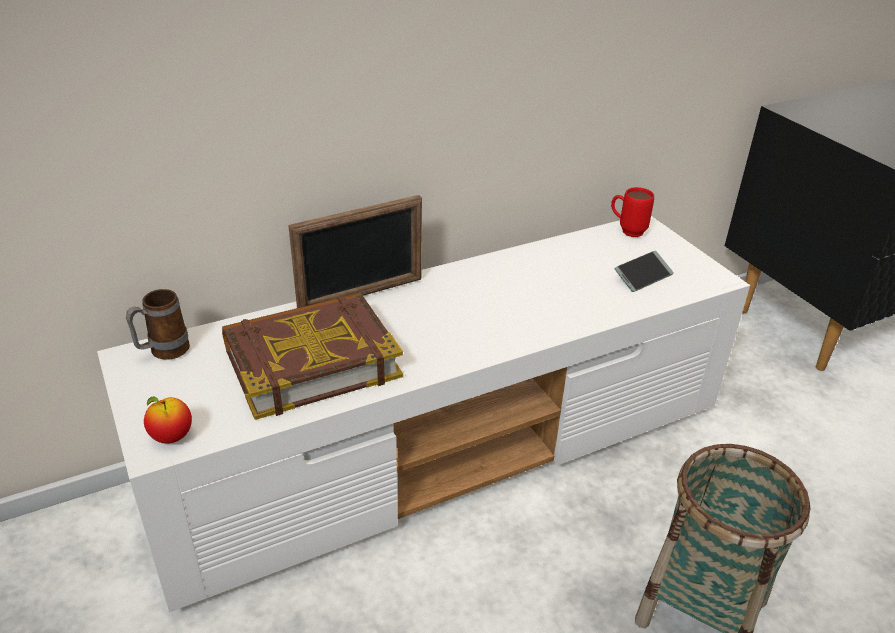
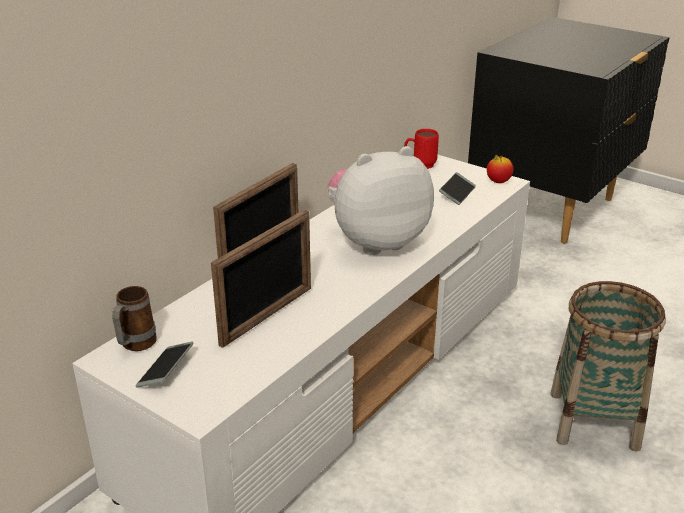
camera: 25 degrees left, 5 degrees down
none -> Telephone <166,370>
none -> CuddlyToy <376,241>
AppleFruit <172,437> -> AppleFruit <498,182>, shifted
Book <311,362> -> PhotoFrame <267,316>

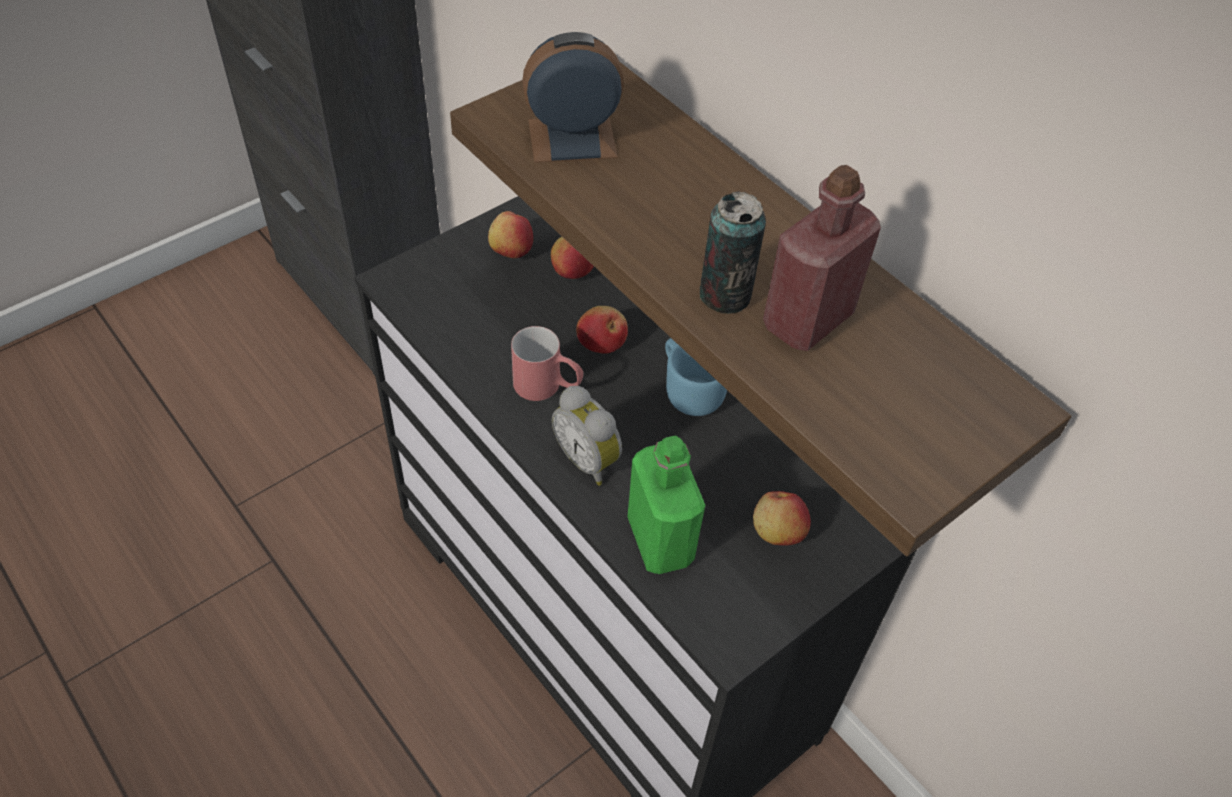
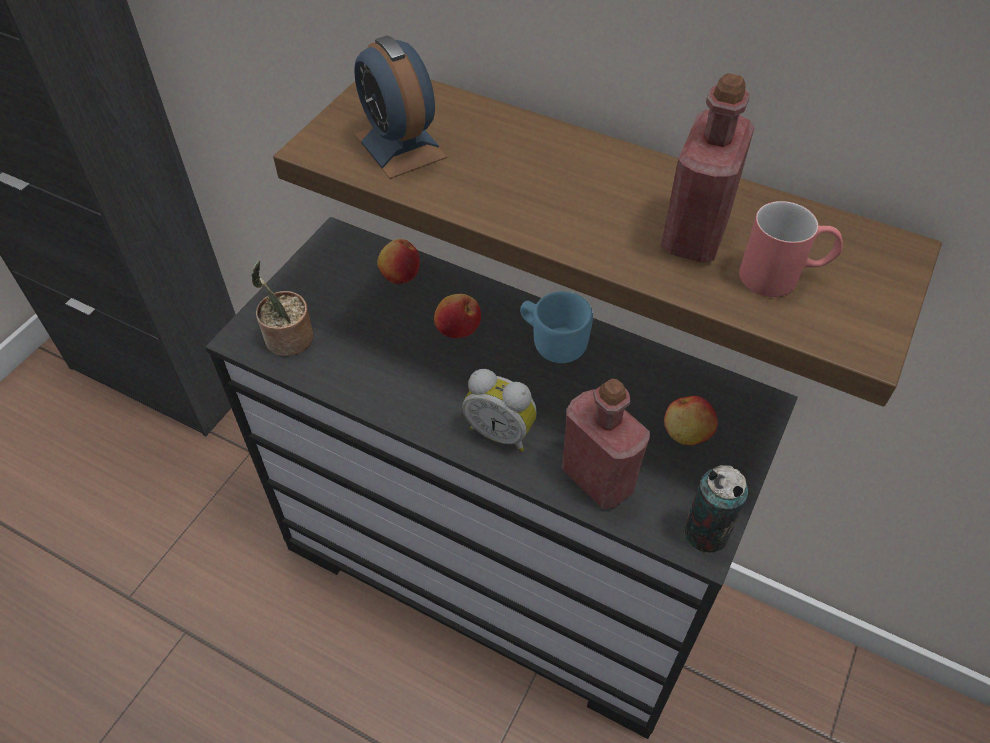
camera: 20 degrees left, 0 degrees up
AppleFruit <511,249> -> none
none -> PlantInAPot <288,341>
RedColouredMug <548,387> -> RedColouredMug <783,276>, shifted
SealedCan <725,295> -> SealedCan <706,533>, shifted
GreenBottle <660,540> -> RedColouredBottle <598,478>
BedsideClock <572,138> -> BedsideClock <400,146>, 90 degrees counterclockwise

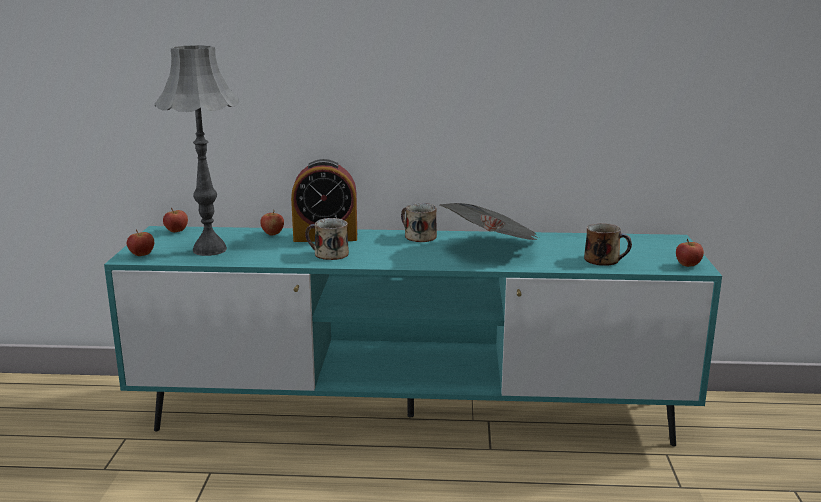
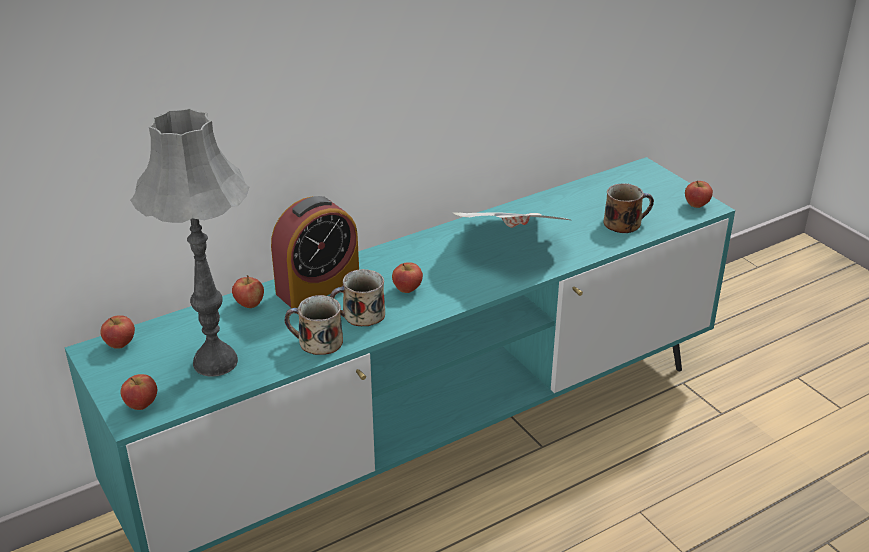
camera: 35 degrees left, 15 degrees up
none -> AppleFruit <407,289>
Mug <418,236> -> Mug <318,341>, shifted

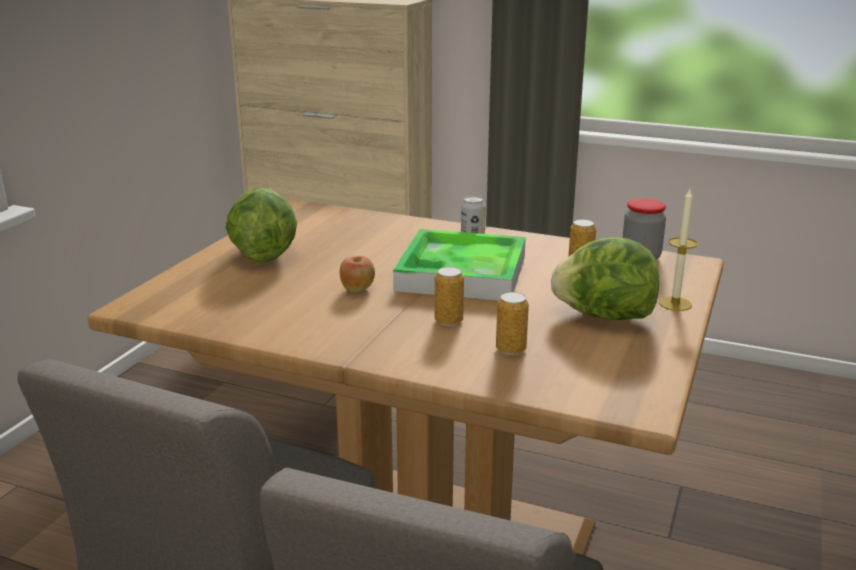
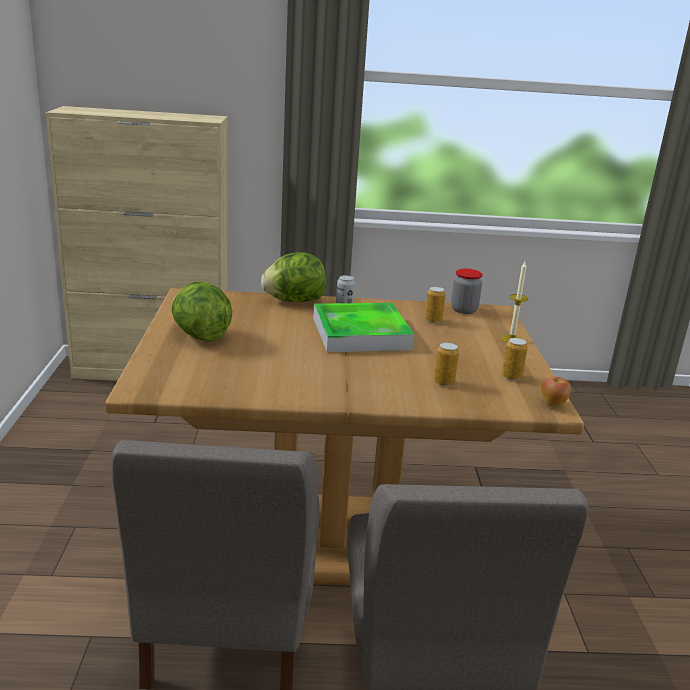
camera: 25 degrees left, 0 degrees up
AppleFruit <357,289> -> AppleFruit <553,405>, shifted
SealedCan <448,321> -> SealedCan <511,377>, shifted
LettuceHead <604,316> -> LettuceHead <294,301>, shifted

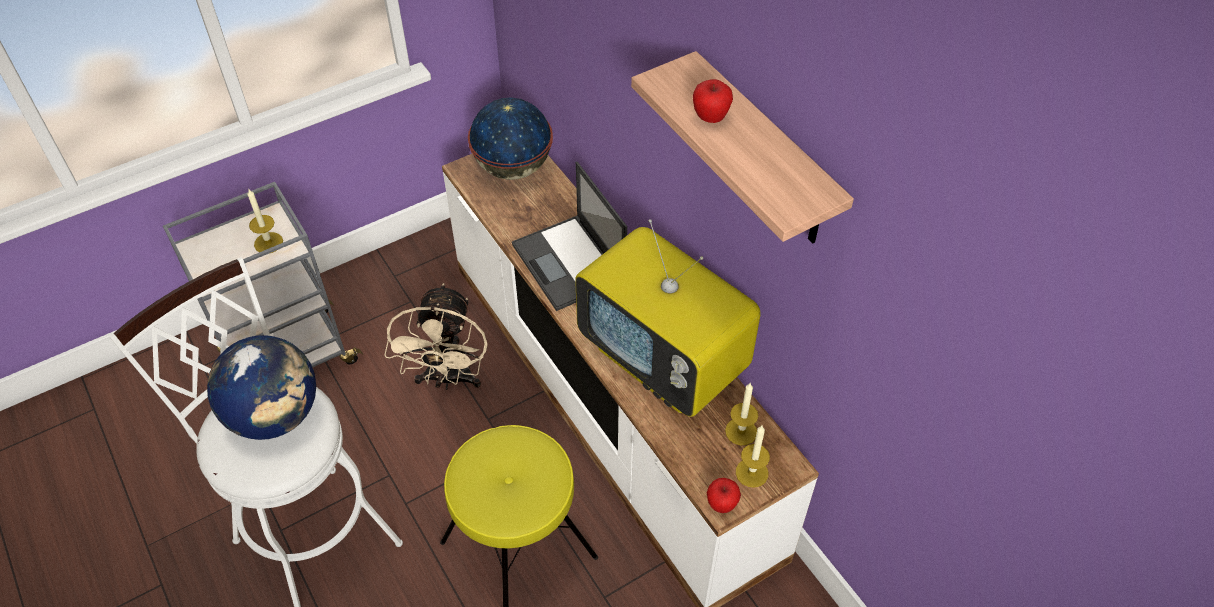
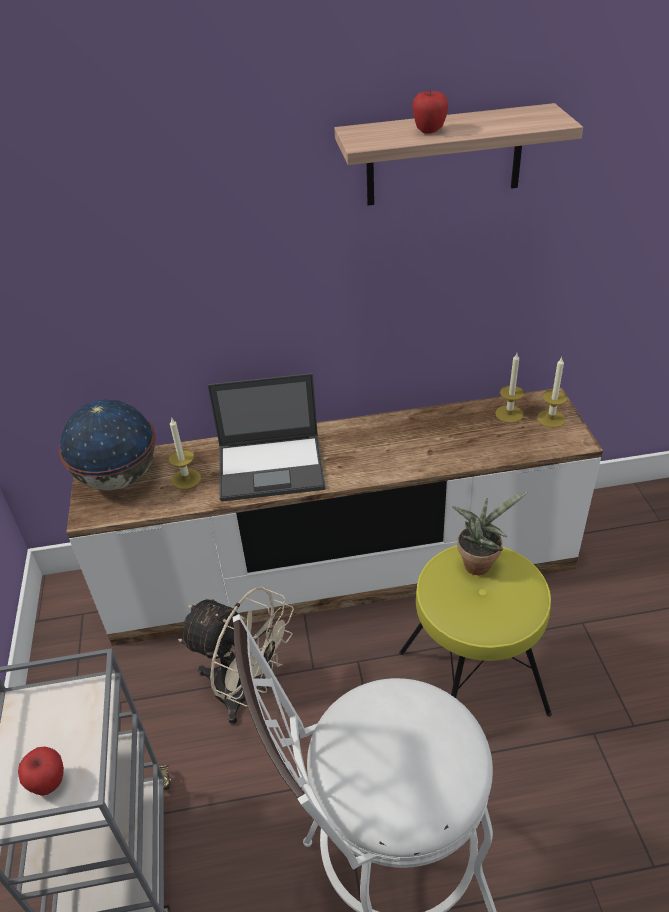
camera: 65 degrees left, 10 degrees down
DeskGlobe <275,415> -> none
Television <665,361> -> none
none -> PlantInAPot <479,562>
Candle <268,243> -> Candle <186,479>, shifted
AppleFruit <721,505> -> AppleFruit <49,783>, shifted

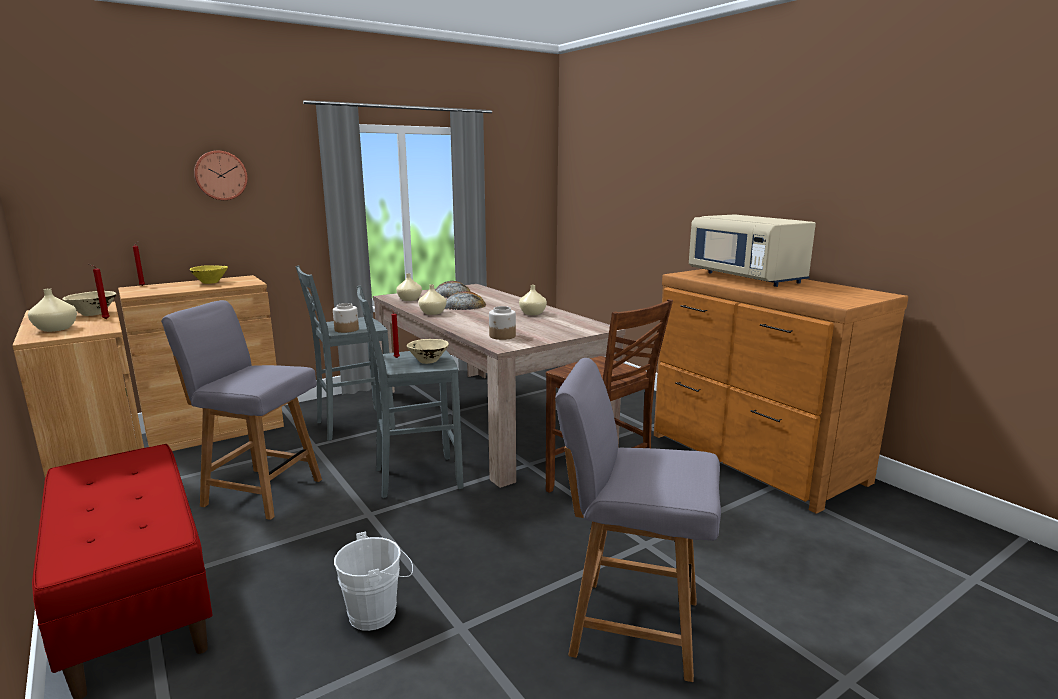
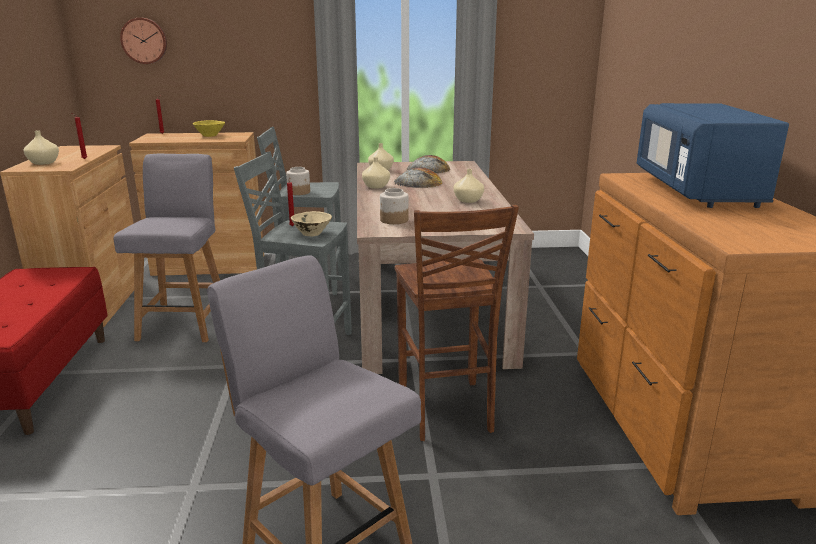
camera: 30 degrees right, 5 degrees up
BeigeColouredDeepDish <94,313> -> none
WhitishWaterBucket <378,613> -> none
ClockOnTheWall <220,175> -> ClockOnTheWall <144,41>, shifted
BeigeColouredMicrowaveOven <746,278> -> BluishMicrowaveOven <698,191>
GreyishChair <260,492> -> GreyishChair <185,324>, 45 degrees clockwise

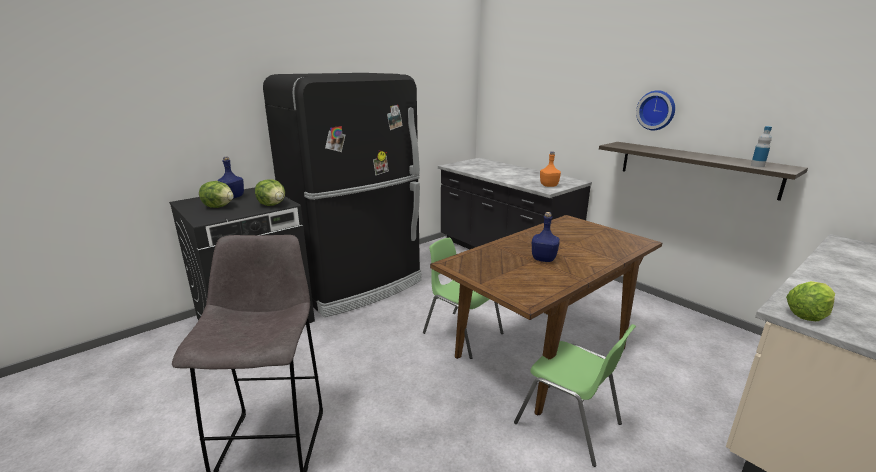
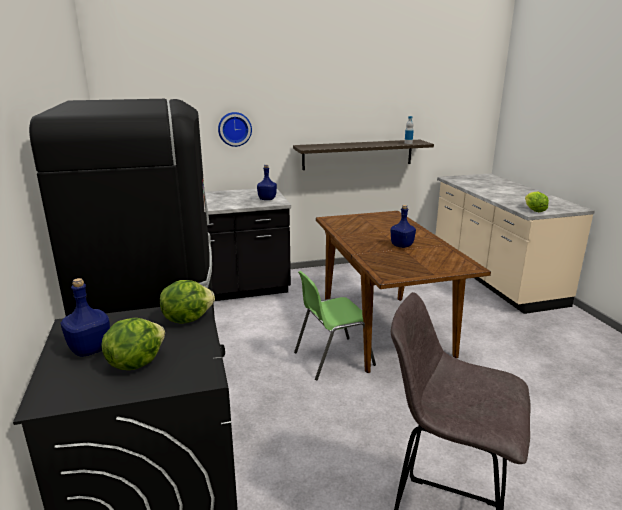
camera: 65 degrees left, 0 degrees up
GreenChair <569,424> -> none
ClockOnTheWall <656,110> -> ClockOnTheWall <234,129>, shifted
OrangeyBottle <549,186> -> BluishBottle <267,199>

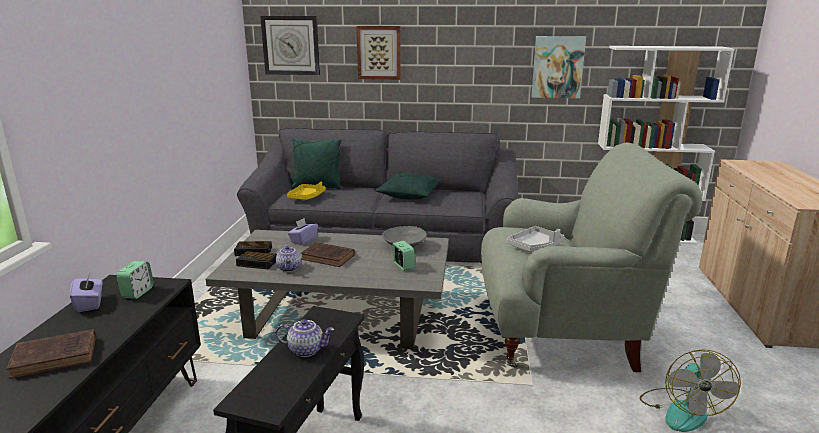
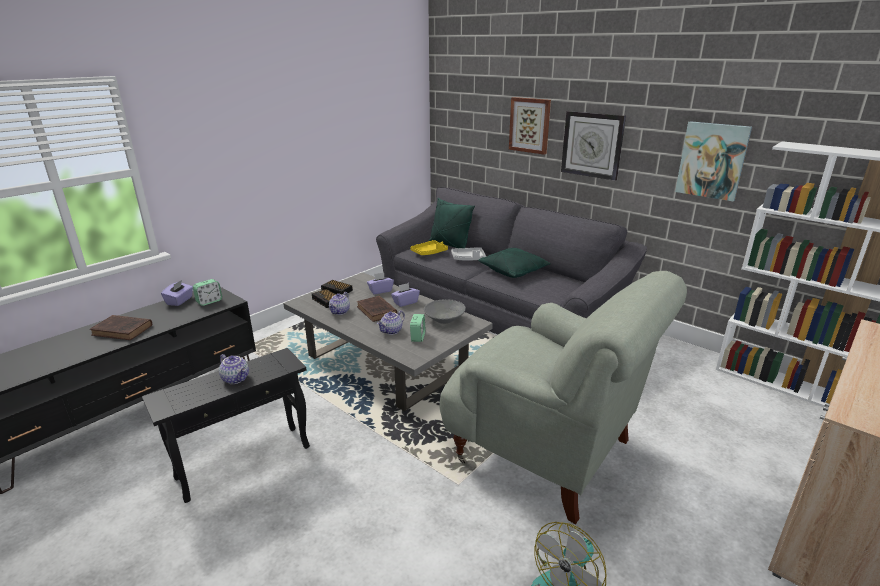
camera: 35 degrees right, 5 degrees up
none -> Teapot <391,331>
none -> PurplishBoxOfTissues <405,302>
ClockOnTheWall <291,45> -> ClockOnTheWall <592,145>, shifted
GreyishTray <535,246> -> GreyishTray <468,259>, shifted

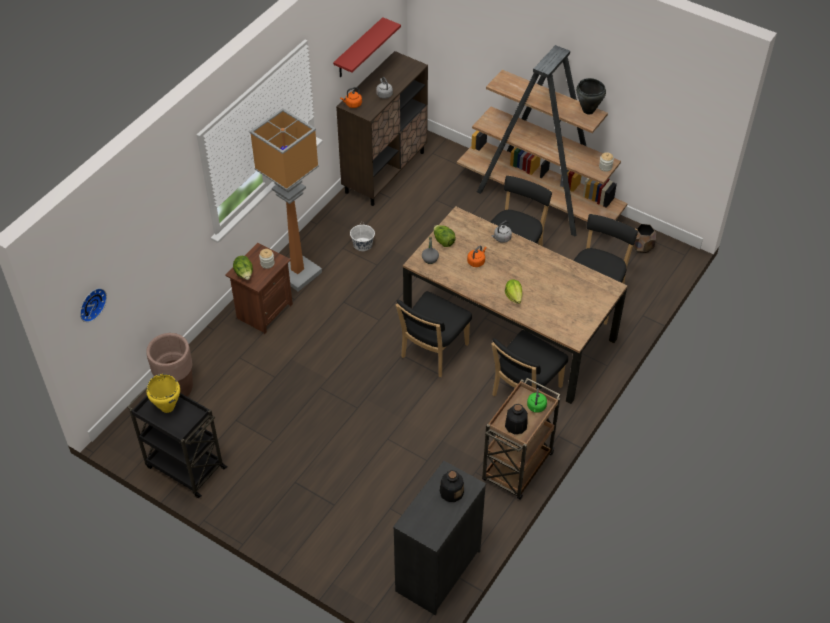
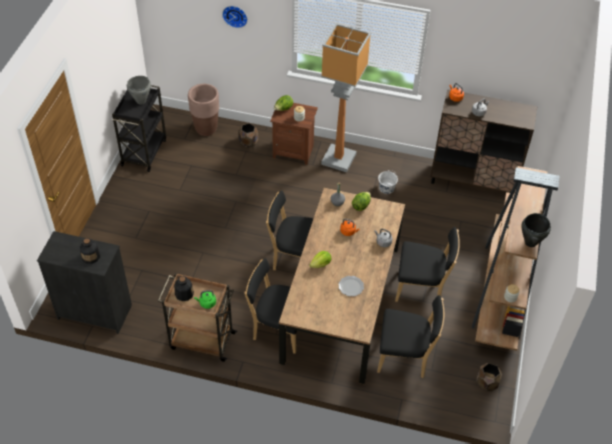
camera: 70 degrees right, 0 degrees up
RedColouredWallShelf <358,49> -> none
none -> BrownColouredFlowerPot <248,142>
none -> FlatDish <351,286>
ClockOnTheWall <91,303> -> ClockOnTheWall <235,15>, shifted
YellowishSaucepot <167,407> -> GreyishSaucepot <141,101>

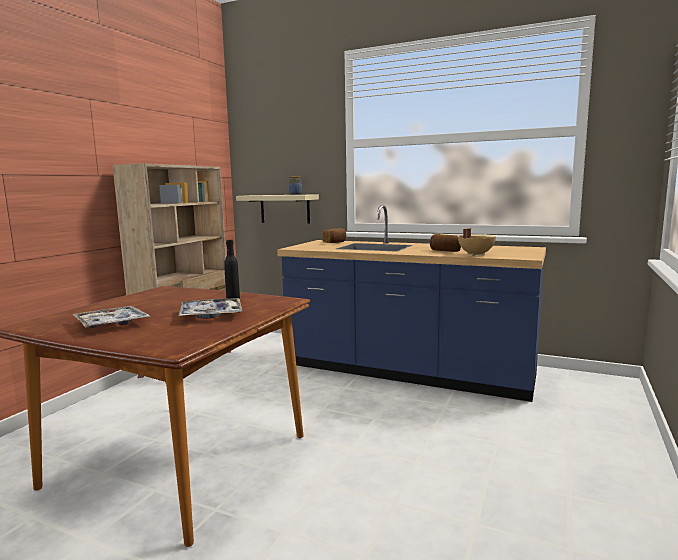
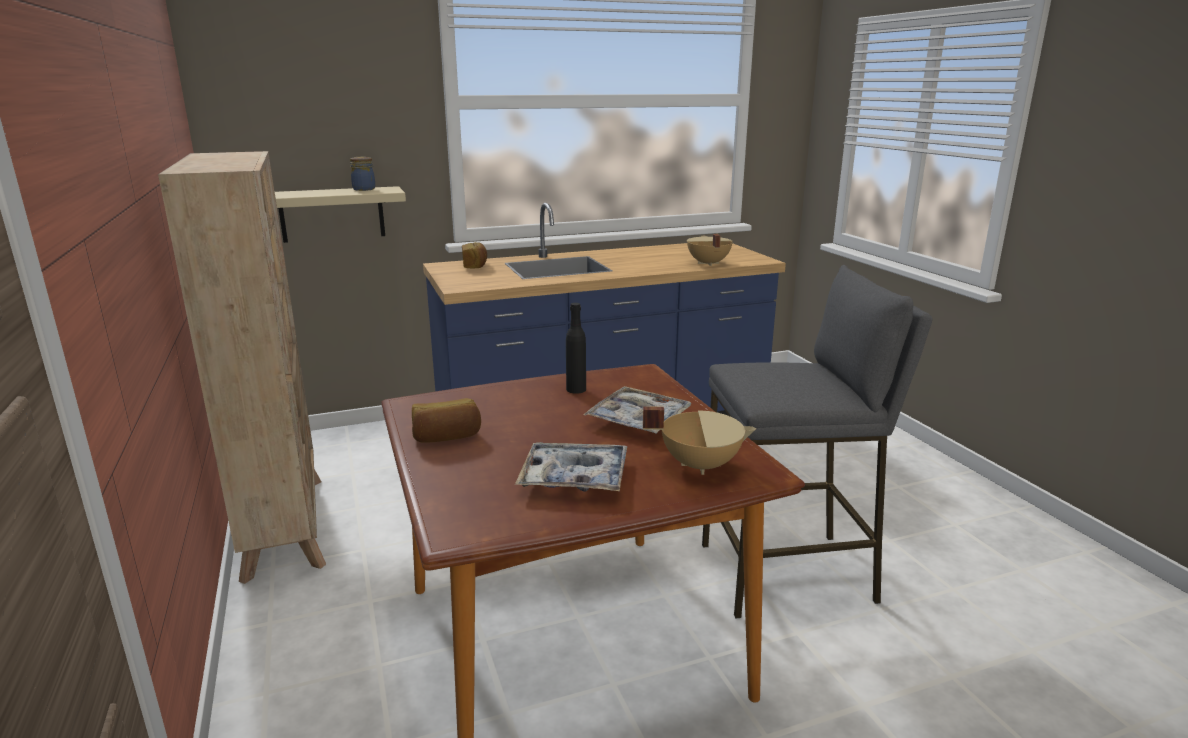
camera: 45 degrees left, 10 degrees up
none -> BeigeColouredSaucepot <699,464>
none -> GreyishStoolSeat <787,573>
BakeryBread <445,251> -> BakeryBread <446,437>, shifted

